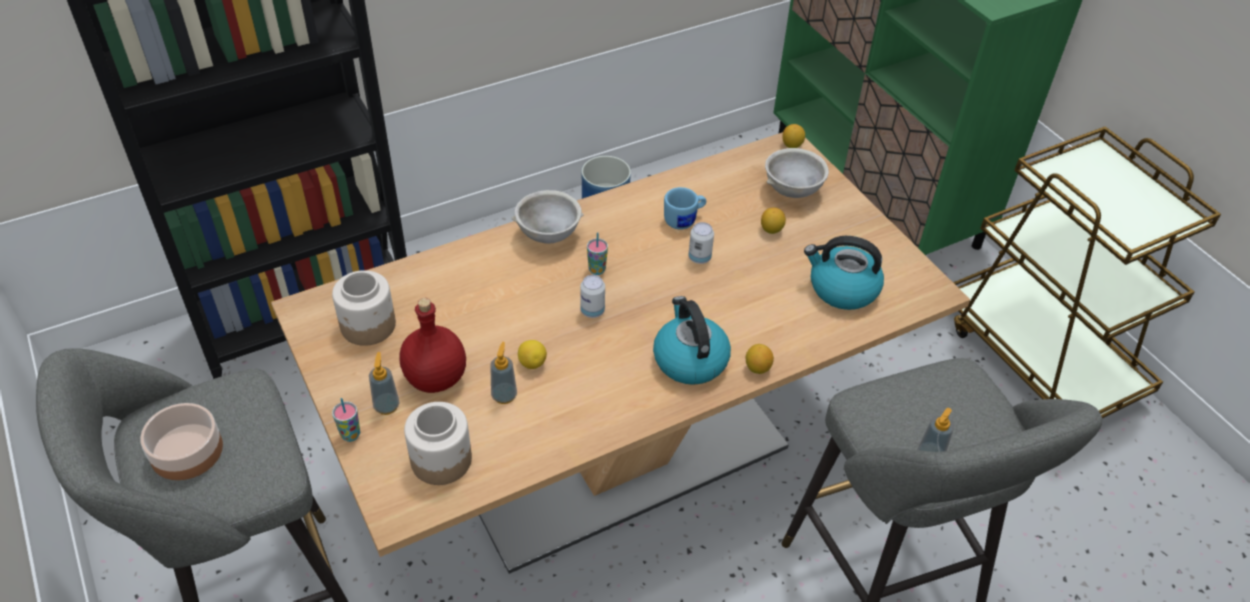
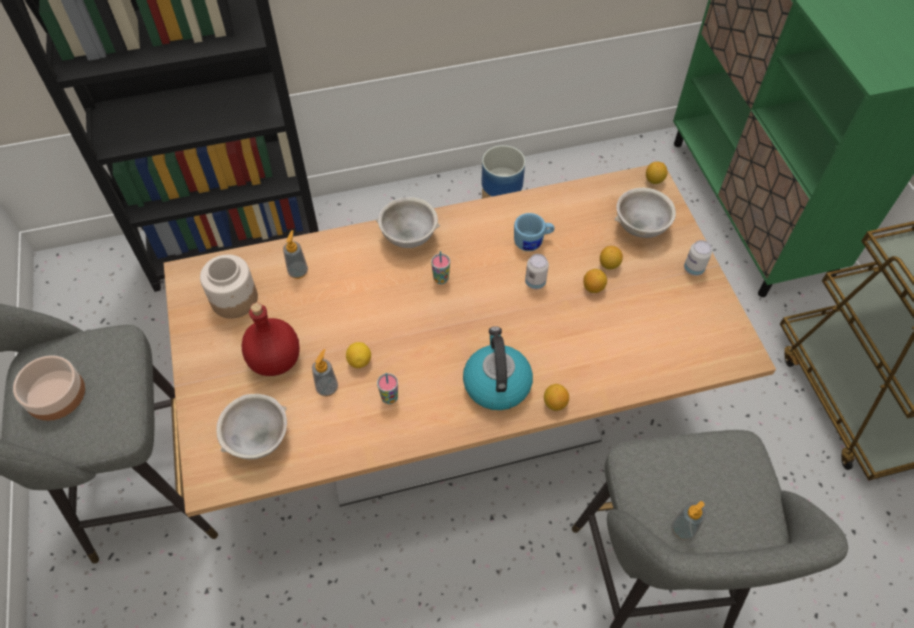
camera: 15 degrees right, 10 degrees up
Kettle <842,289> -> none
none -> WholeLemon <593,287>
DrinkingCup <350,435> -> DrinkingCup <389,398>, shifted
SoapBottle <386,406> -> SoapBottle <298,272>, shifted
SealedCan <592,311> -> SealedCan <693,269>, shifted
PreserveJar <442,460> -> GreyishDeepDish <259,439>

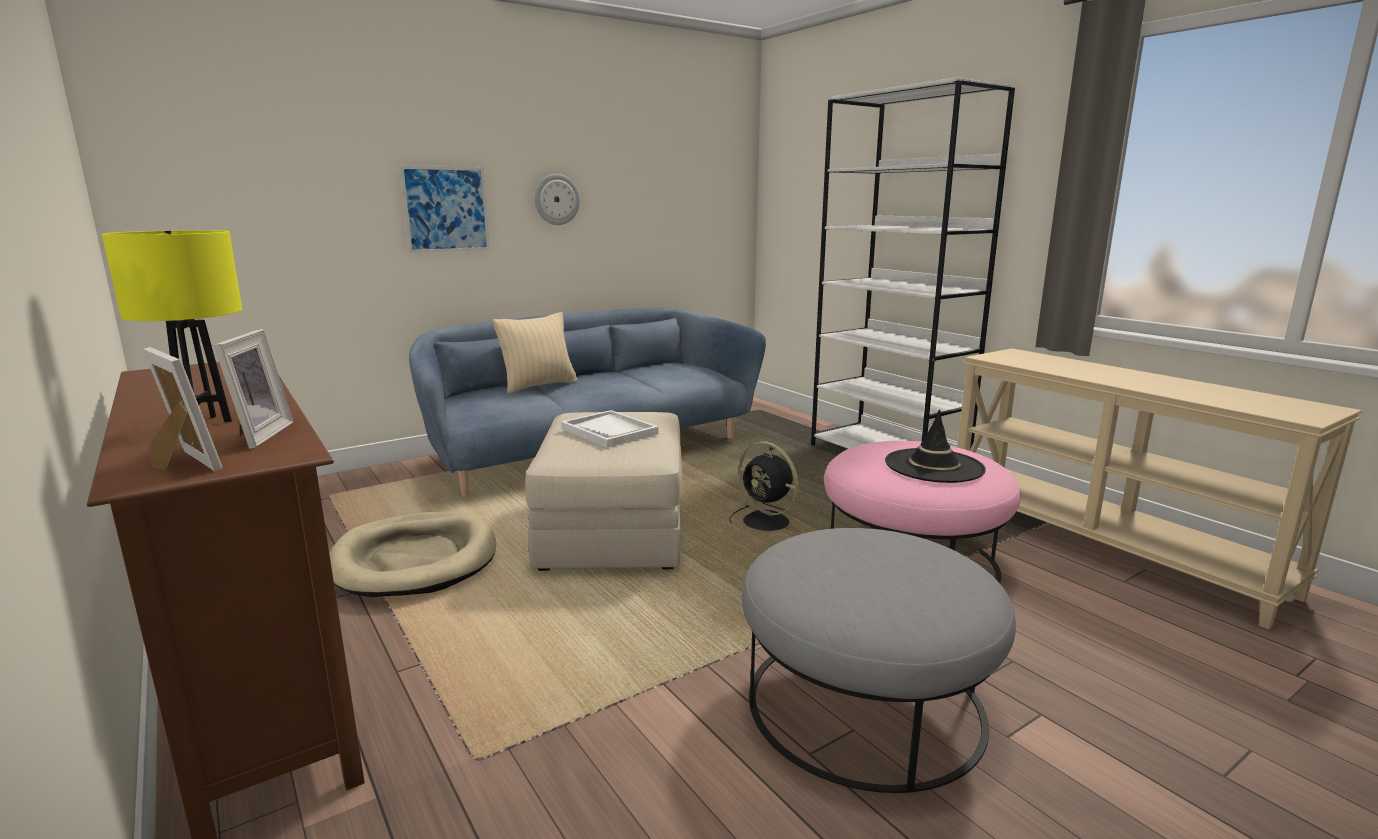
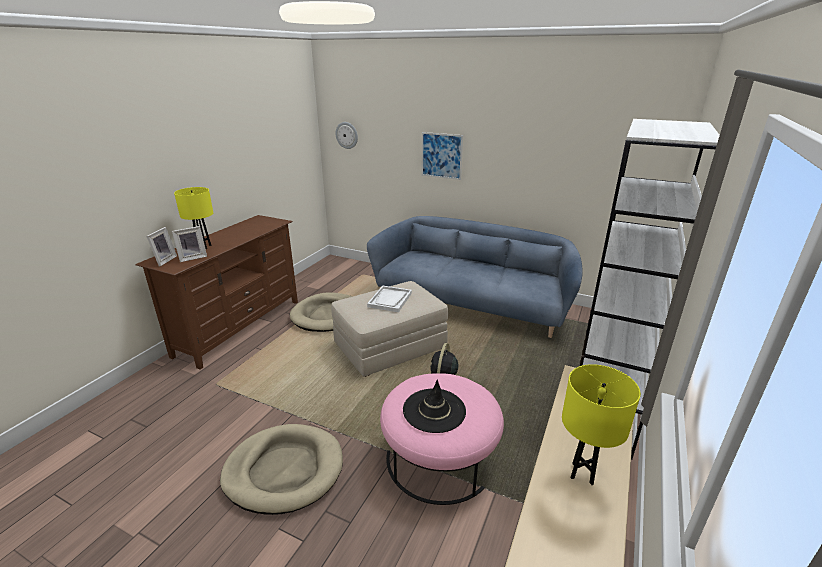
camera: 60 degrees right, 10 degrees up
BeigeColouredThrowPillow <538,386> -> none
none -> YellowishTableLamp <582,474>
ClockOnTheWall <556,199> -> ClockOnTheWall <347,135>, shifted
GreyishFootrest <864,704> -> BeigeColouredDogBed <284,470>

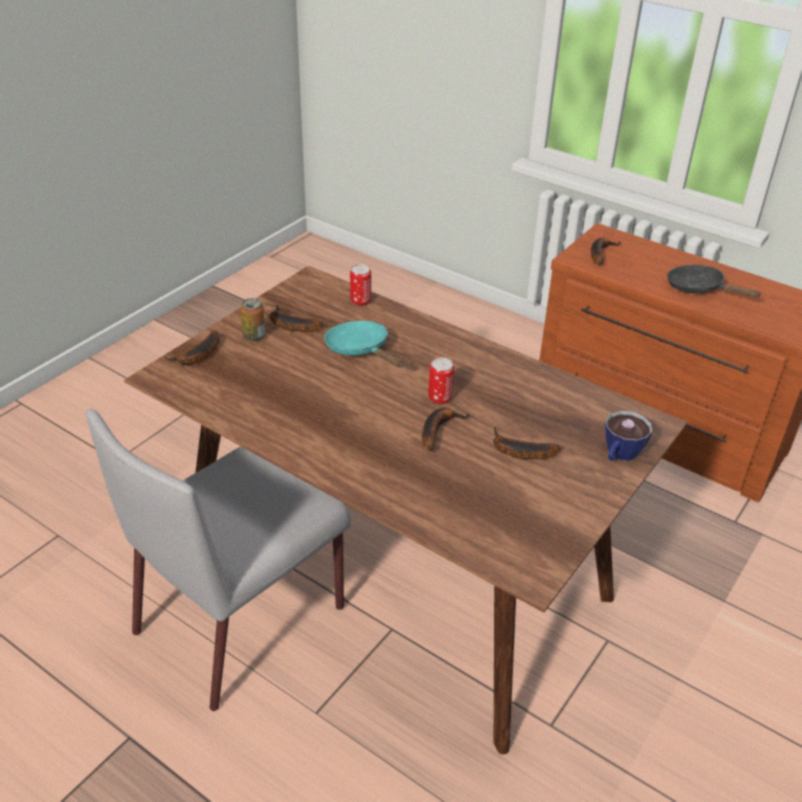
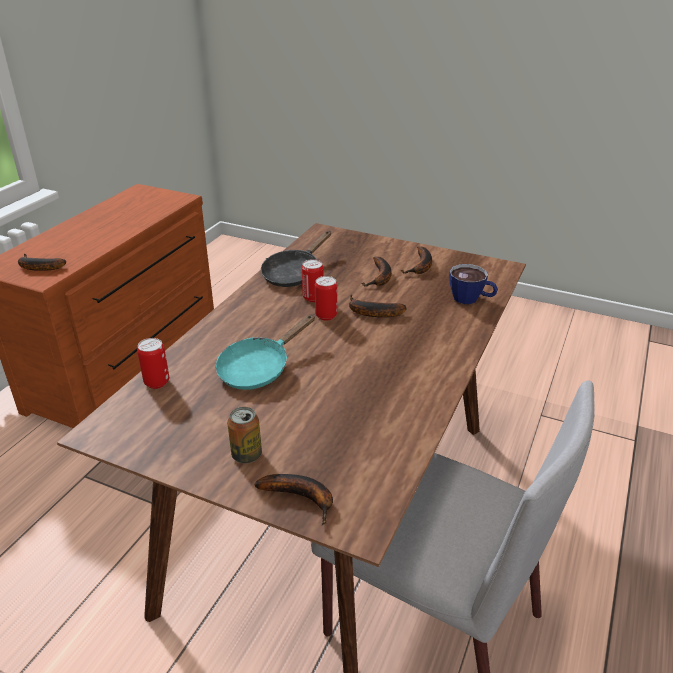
camera: 100 degrees left, 5 degrees down
none -> SealedCan <313,298>
BananaFruit <290,325> -> BananaFruit <421,266>, shifted
DrinkingCup <619,455> -> DrinkingCup <471,299>, shifted
BlackColouredSkillet <699,289> -> BlackColouredSkillet <294,273>, shifted

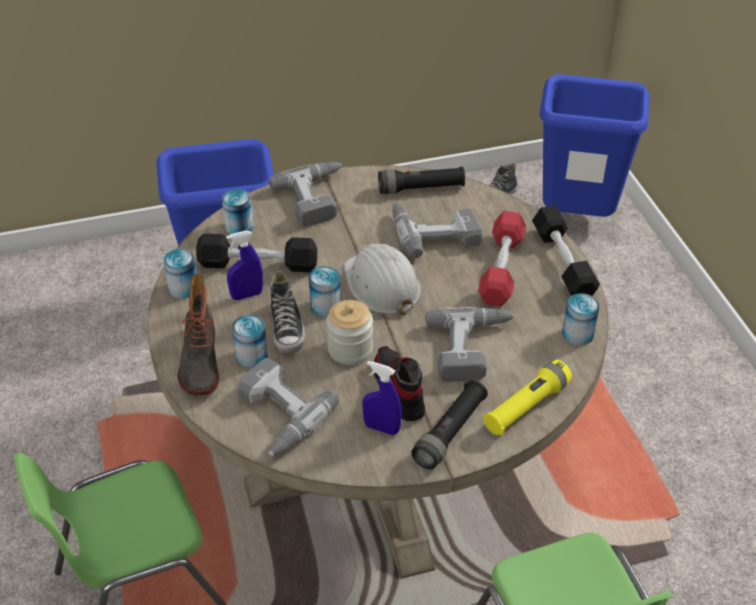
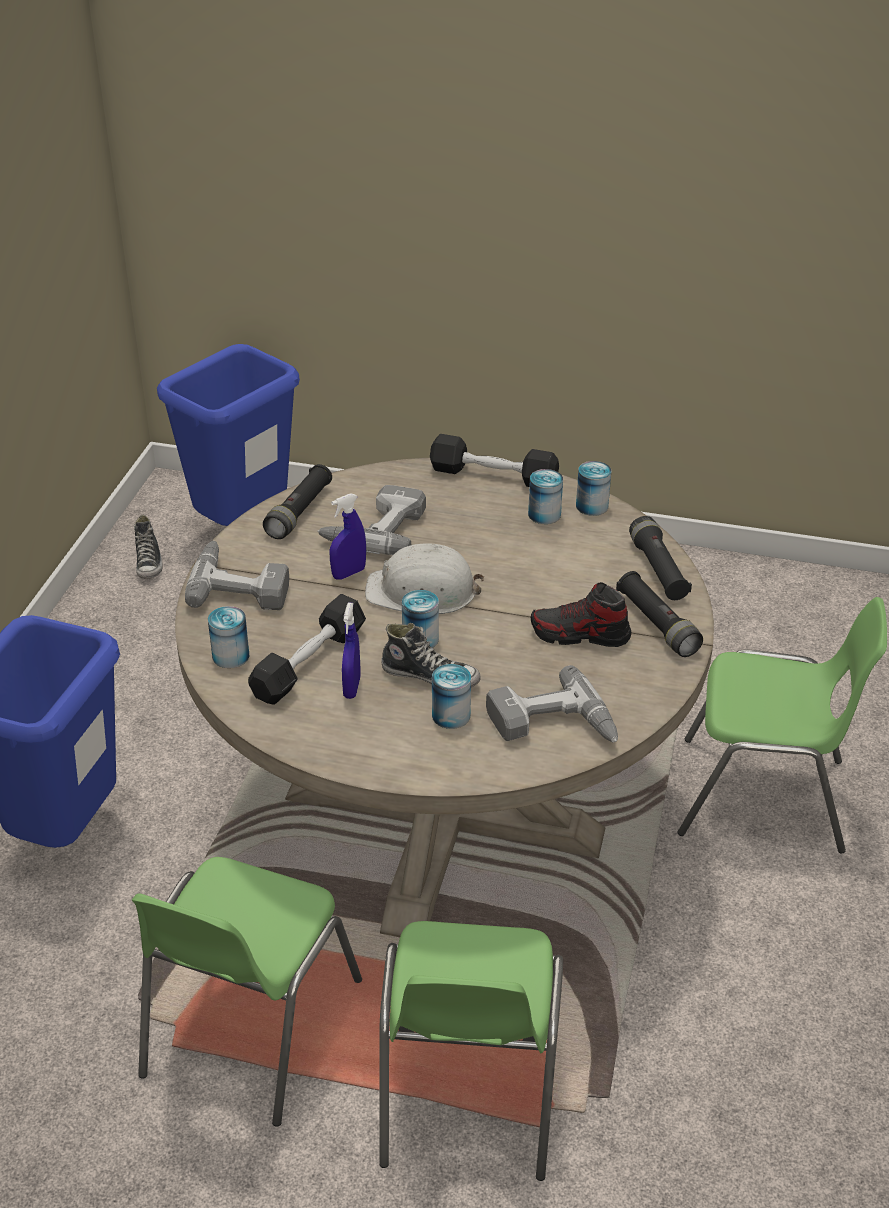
camera: 60 degrees left, 5 degrees down
HighTopBoot <199,361> -> none
PreserveJar <350,349> -> none
PowerDrill <473,349> -> none
RedColouredDumbbell <501,269> -> none
none -> GreenChair <248,1029>
SealedCan <183,288> -> SealedCan <544,514>, shifted
BluishSprayBottle <381,428> -> BluishSprayBottle <348,573>, shifted
YellowishTorch <526,407> -> BlackColouredTorch <658,570>

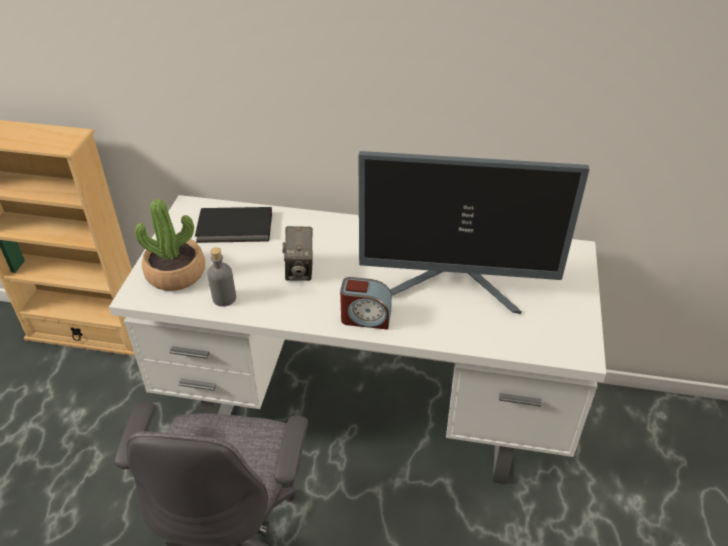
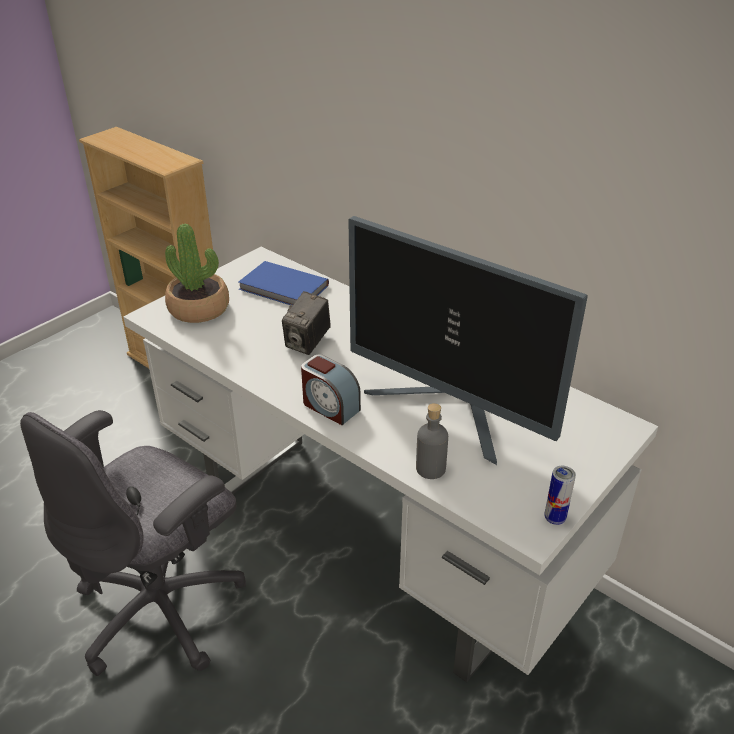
camera: 30 degrees right, 5 degrees down
none -> SealedCan <554,518>
GreyishBottle <224,298> -> GreyishBottle <430,468>, shifted
BlackColouredBook <235,228> -> BluishBook <283,288>

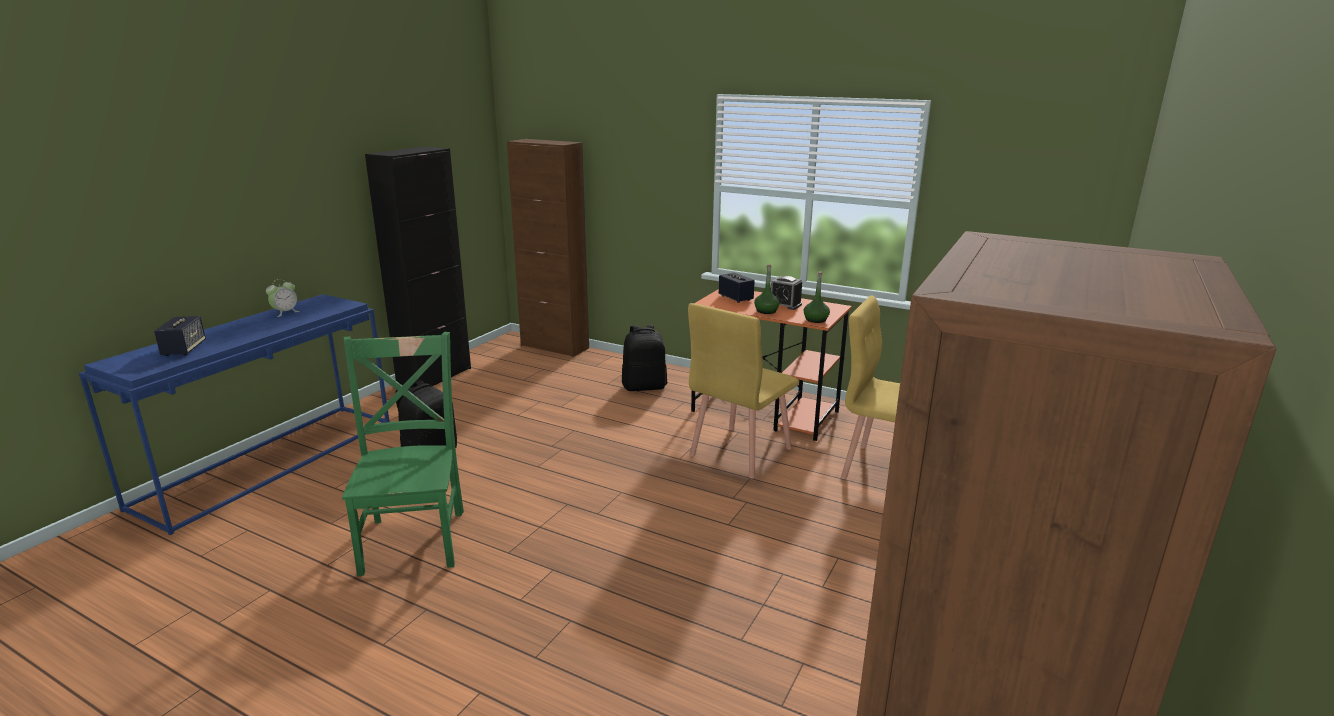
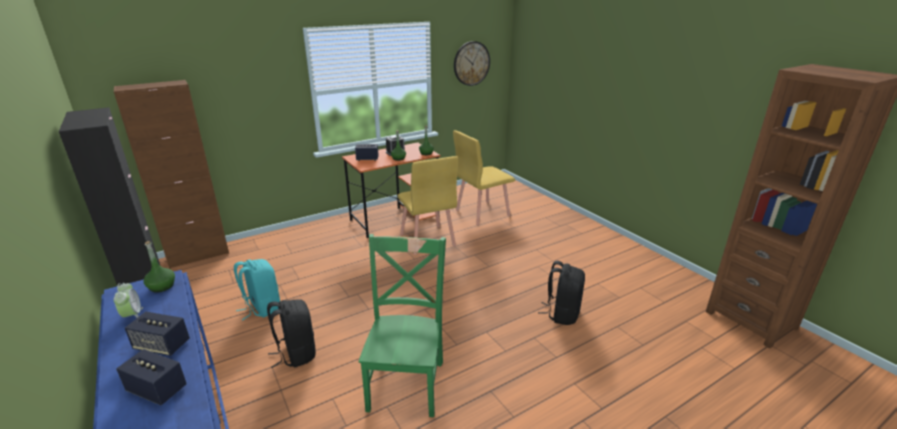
camera: 60 degrees left, 5 degrees up
none -> Speaker <162,345>
none -> GreenBottle <162,286>
none -> BlueGreenBackpack <262,308>
none -> ClockOnTheWall <471,63>
BlackColouredBackpack <644,387> -> BlackColouredBackpack <561,313>, shifted
GreenChair <414,538> -> GreenChair <407,382>, 75 degrees clockwise

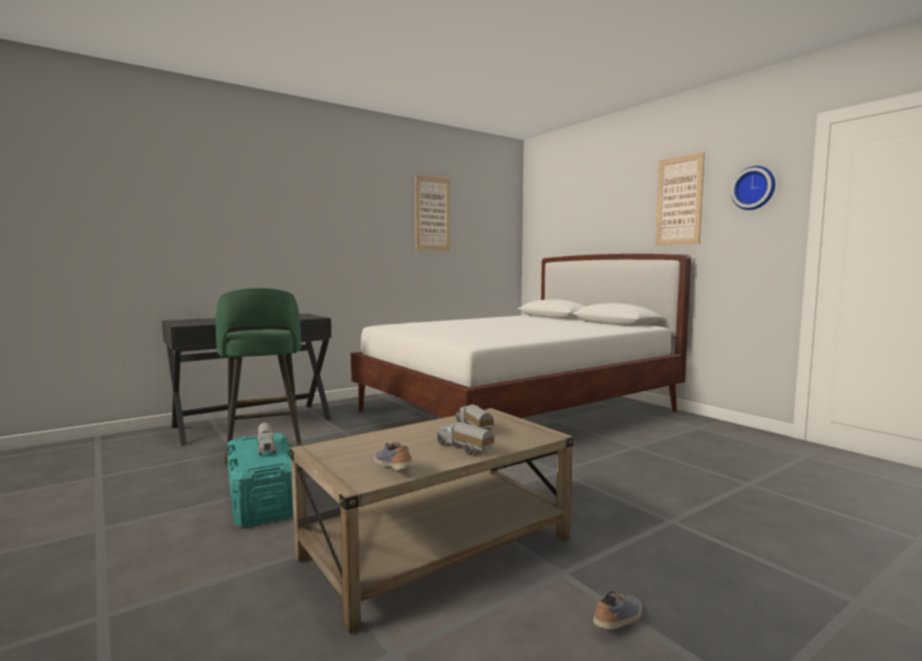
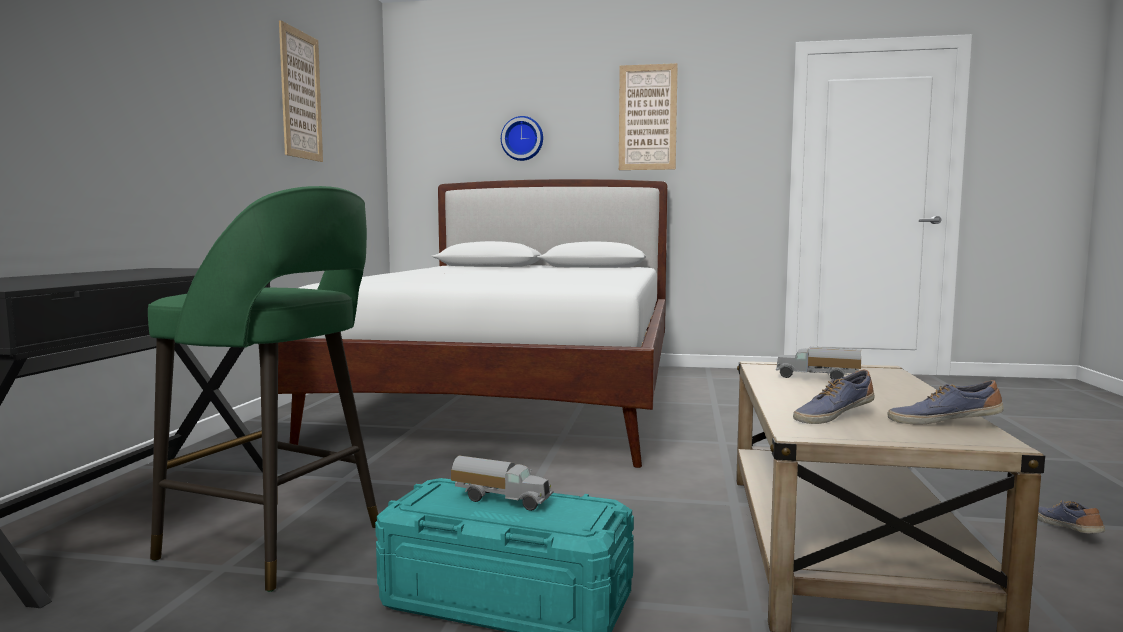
camera: 45 degrees left, 0 degrees up
ToyLorry <463,449> -> none
none -> ItemOfFootwear <832,416>
ClockOnTheWall <754,188> -> ClockOnTheWall <522,139>, shifted

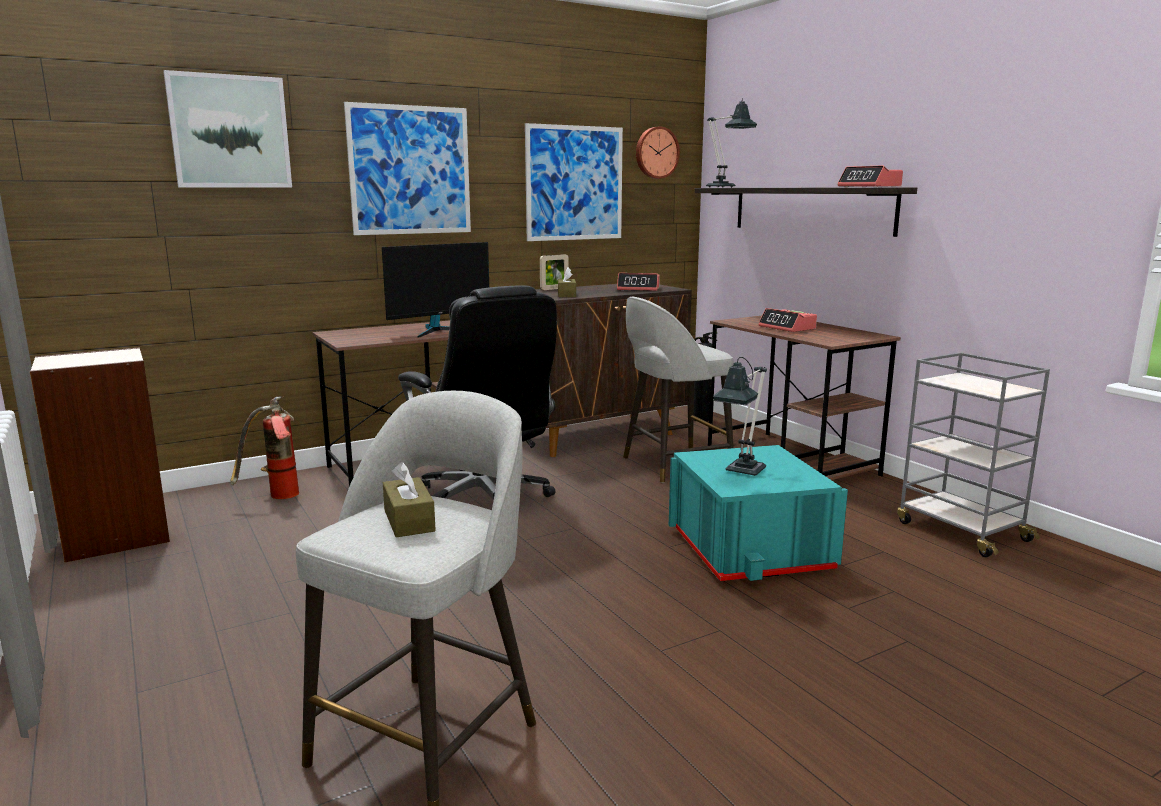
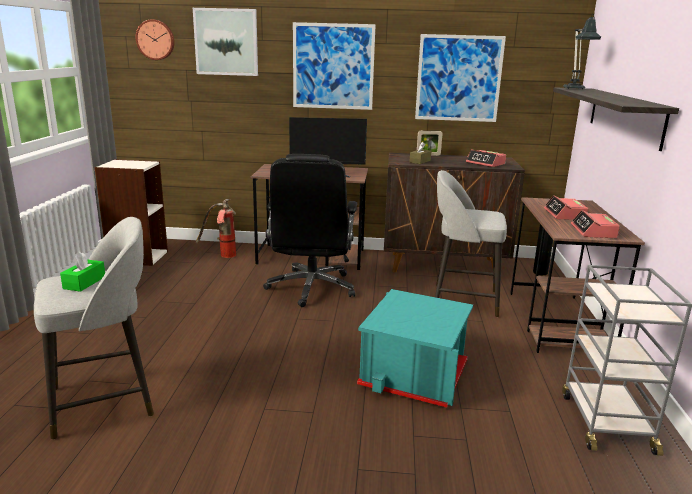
camera: 35 degrees right, 5 degrees up
TableLamp <742,473> -> none
ClockOnTheWall <656,153> -> ClockOnTheWall <156,40>, shifted
BedsideClock <869,187> -> BedsideClock <593,231>, shifted
BrownColouredBoxOfTissues <409,520> -> GreenBoxOfTissues <84,282>

